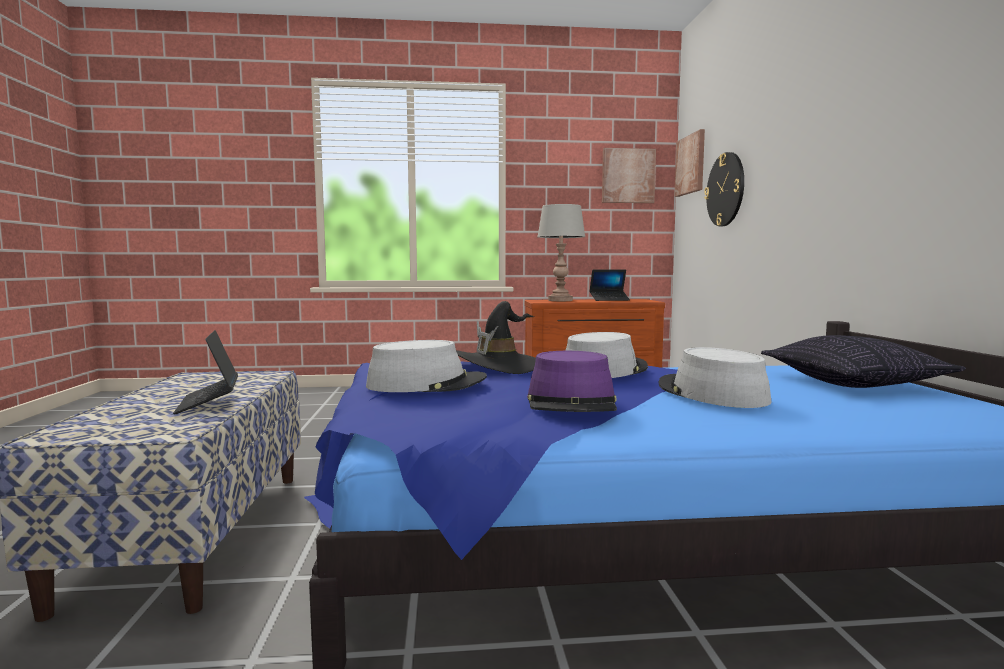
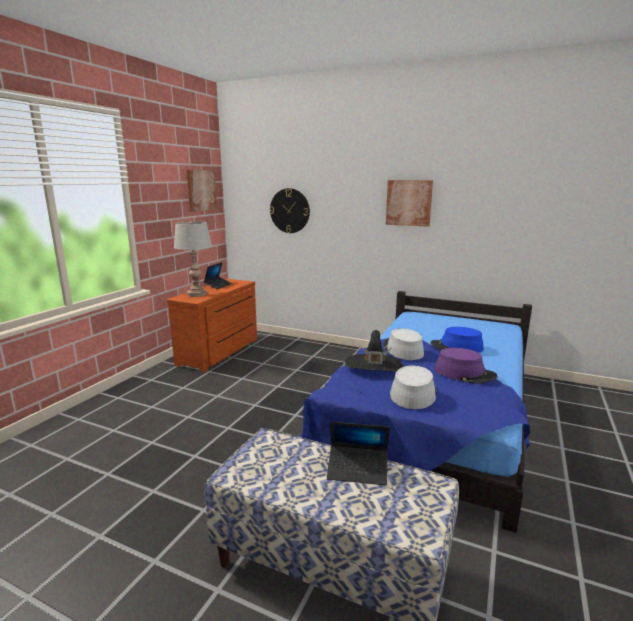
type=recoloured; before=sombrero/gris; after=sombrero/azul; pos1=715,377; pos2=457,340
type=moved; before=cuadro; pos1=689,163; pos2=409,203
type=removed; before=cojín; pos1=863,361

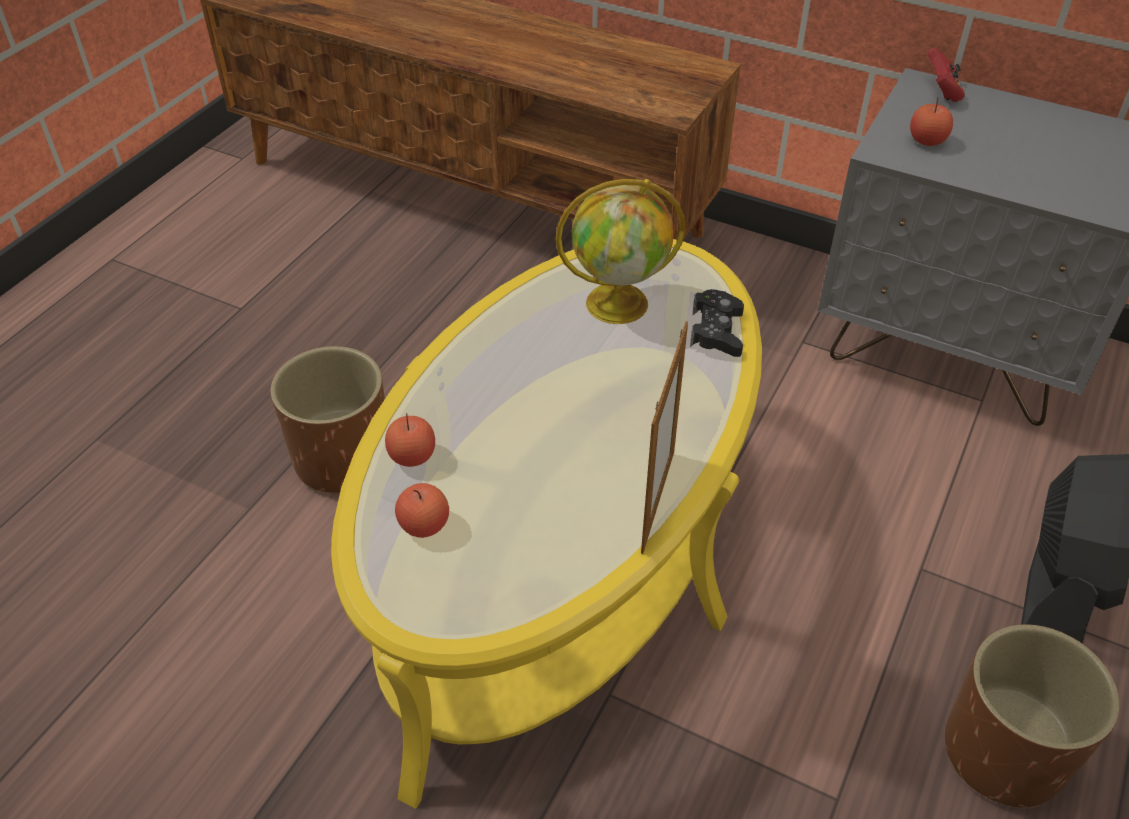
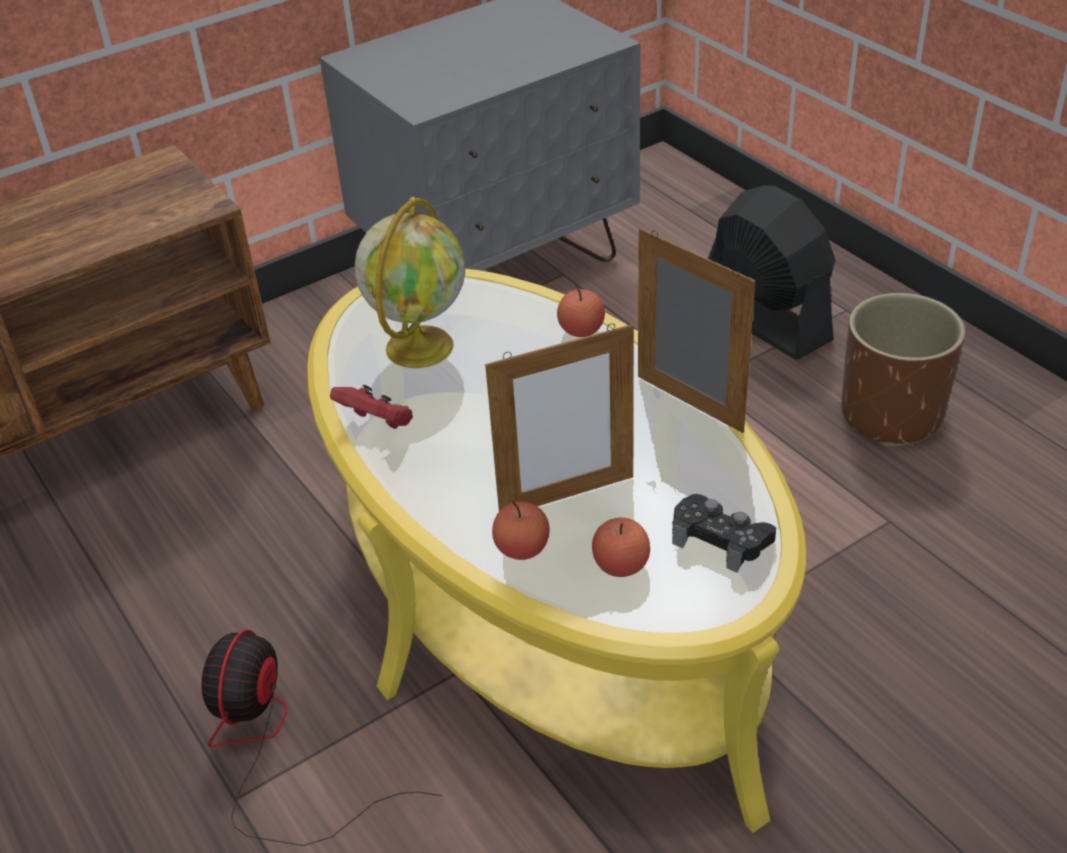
type=replaced; before=maceta/marrón; after=ventilador; pos1=327,419; pos2=322,738
type=moved; before=mando de consola/negro; pos1=717,323; pos2=724,533
type=moved; before=manzana; pos1=931,121; pos2=581,311
type=moved; before=mando de consola/rojo; pos1=946,74; pos2=371,407
type=added; after=portarretratos; pos2=559,417

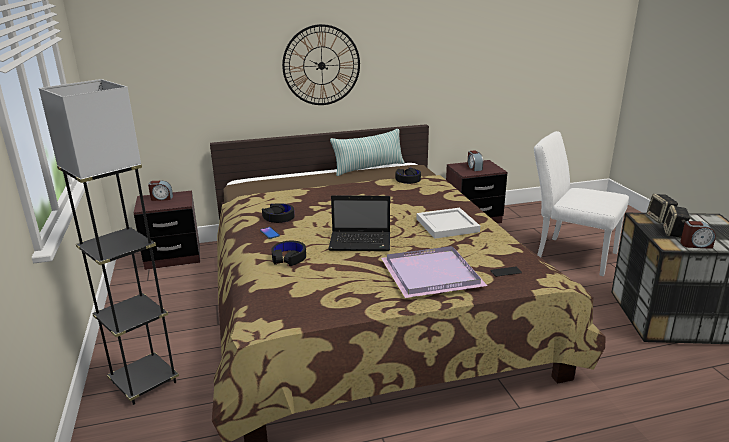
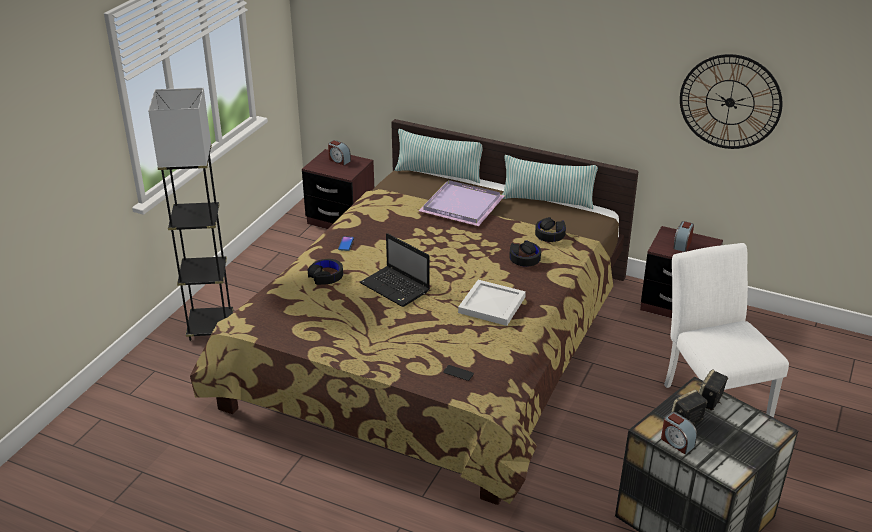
type=moved; before=auriculares/negro; pos1=278,213; pos2=525,253
type=moved; before=reloj de pared; pos1=321,64; pos2=731,101
type=moved; before=bandeja/morado; pos1=434,272; pos2=461,203
type=added; after=cojín; pos2=439,156

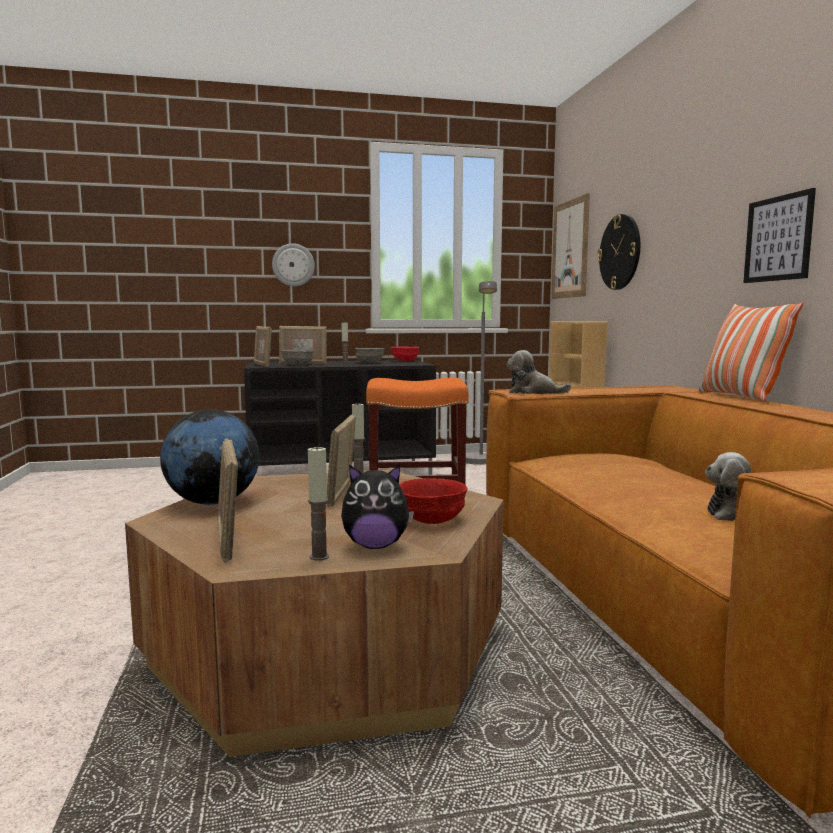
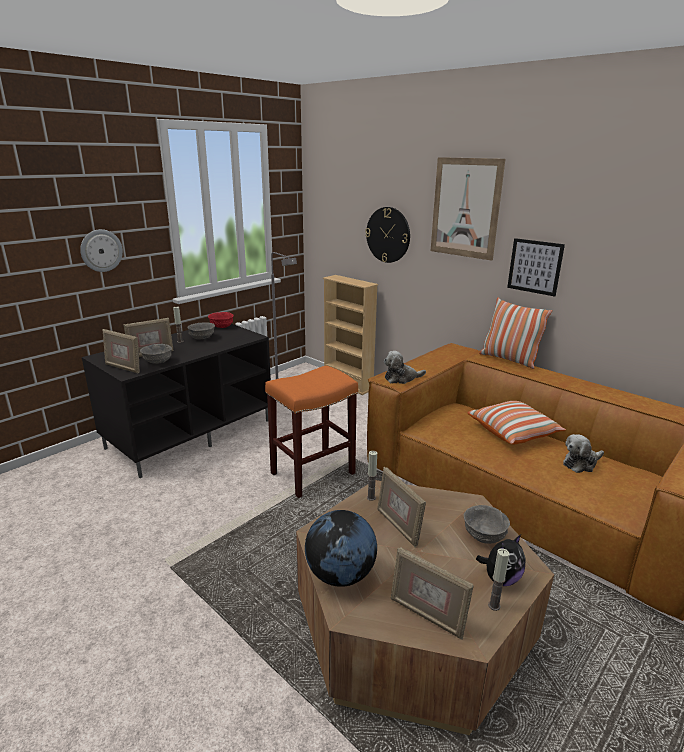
type=recoloured; before=cuenco/rojo; after=cuenco/gris; pos1=433,501; pos2=487,524
type=moved; before=cuadro; pos1=570,246; pos2=468,209
type=added; after=cojín; pos2=516,422

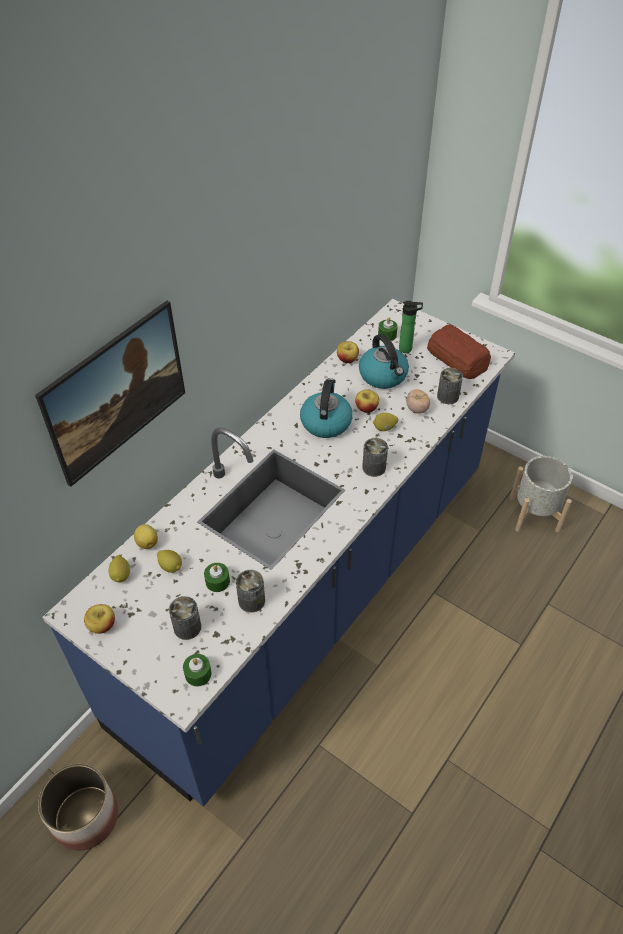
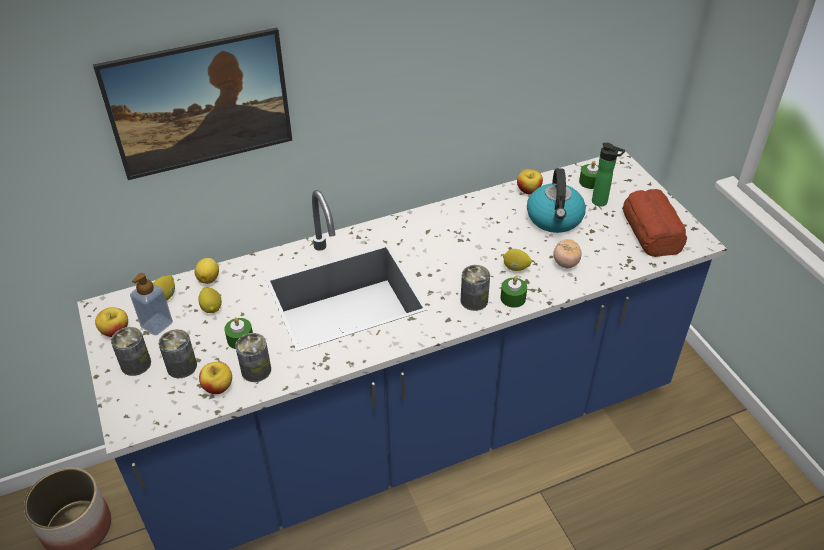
type=moved; before=vela/verde; pos1=197,670; pos2=513,292
type=removed; before=hervidor; pos1=326,408
type=moved; before=manzana; pos1=367,401; pos2=215,378
type=moved; before=lata; pos1=450,386; pos2=131,351
type=removed; before=maceta/gris; pos1=541,494
type=added; after=dispensador de jabón; pos2=151,304

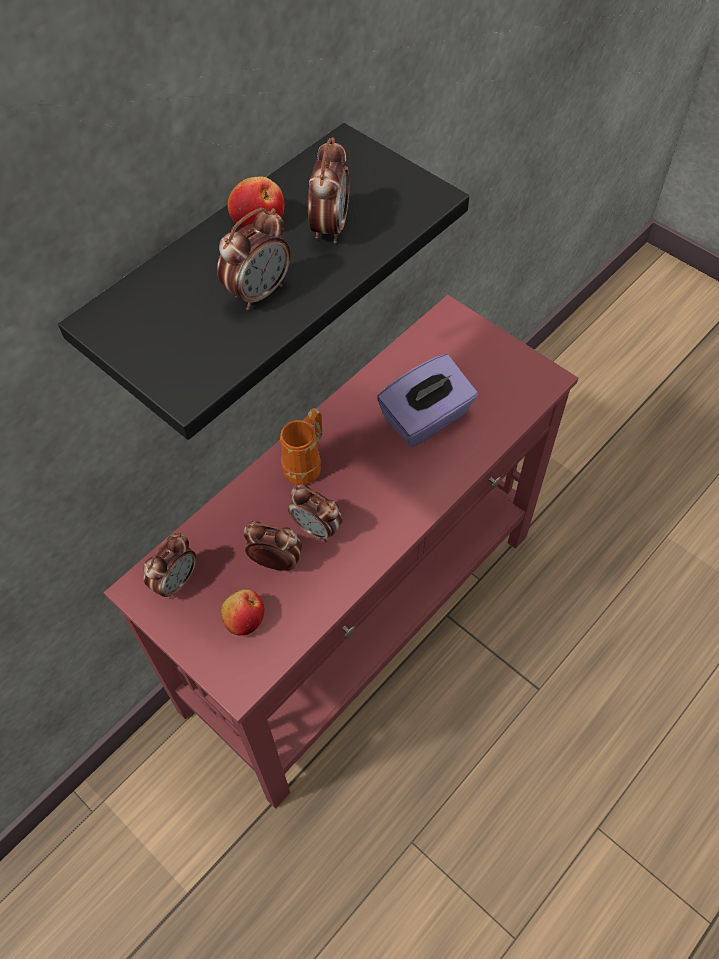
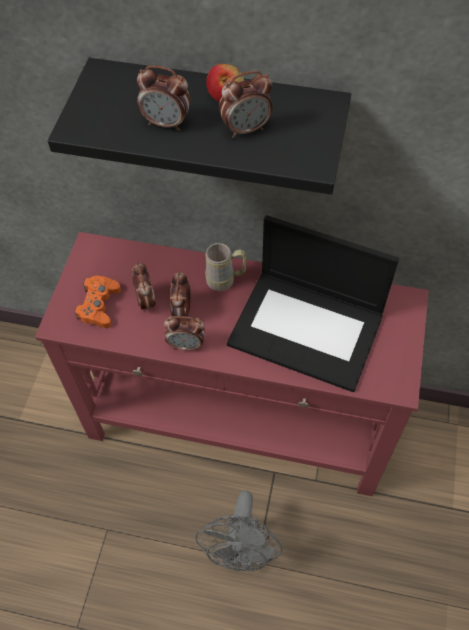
type=moved; before=despertador; pos1=170,566; pos2=184,333
type=replaced; before=manzana; after=mando de consola/naranja; pos1=242,612; pos2=98,302
type=recoloured; before=taza grande/naranja; after=taza grande/beis; pos1=301,446; pos2=226,267
type=replaced; before=caja de pañuelos/morado; after=portátil; pos1=427,400; pos2=313,303
type=added; after=ventilador/gris; pos2=238,531

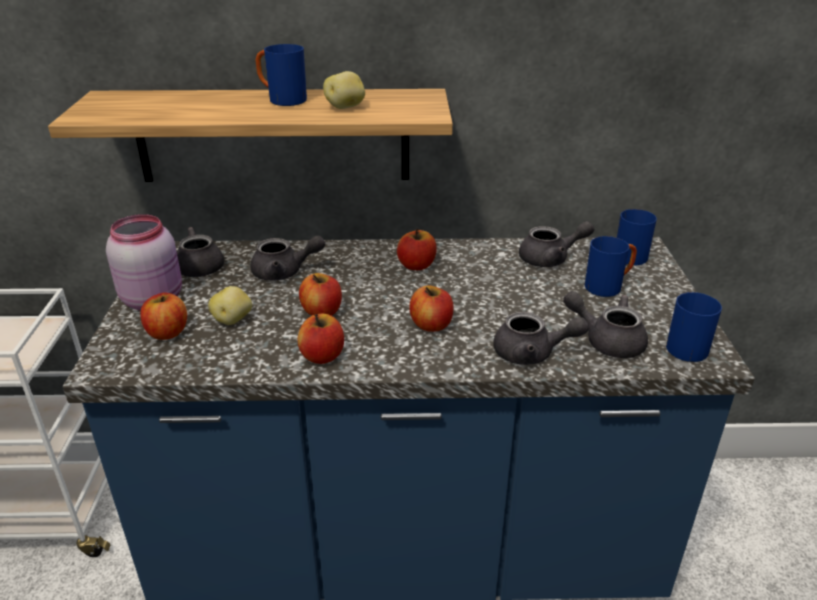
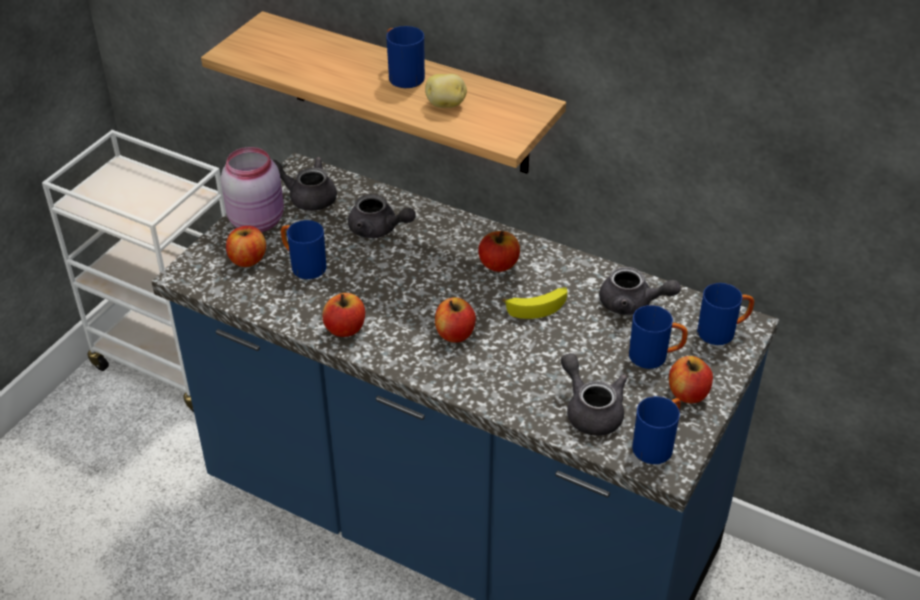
type=replaced; before=patata; after=taza grande/azul; pos1=230,305; pos2=304,249
type=moved; before=manzana; pos1=320,294; pos2=691,379
type=removed; before=tetera/gris; pos1=541,338
type=added; after=plátano; pos2=534,303

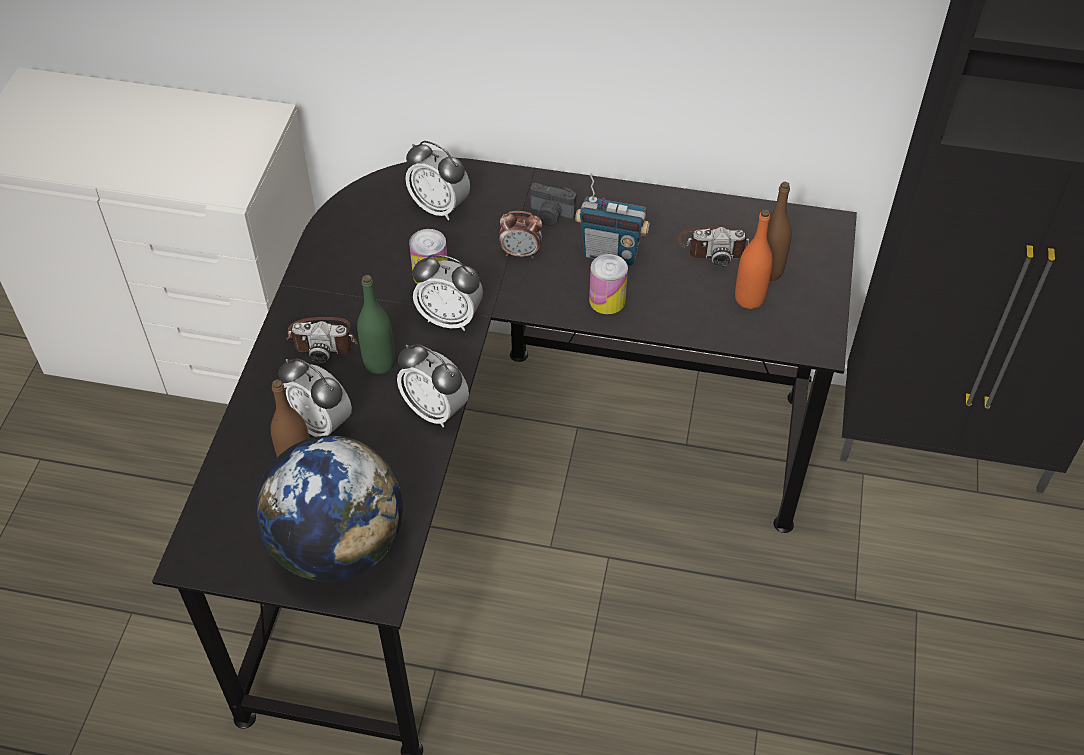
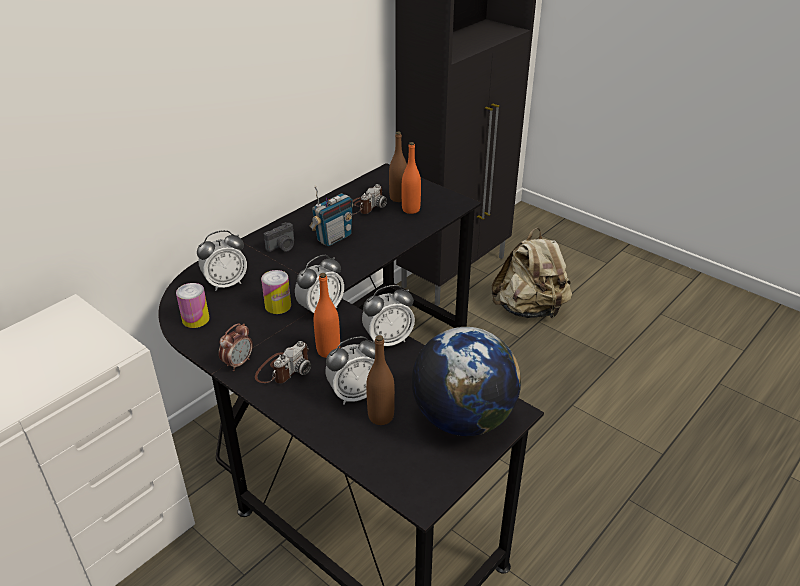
type=recoloured; before=botella/verde; after=botella/naranja; pos1=376,324; pos2=327,315
type=moved; before=despertador; pos1=520,234; pos2=236,347
type=moved; before=lata; pos1=608,284; pos2=193,305
type=added; after=mochila/beis; pos2=532,273

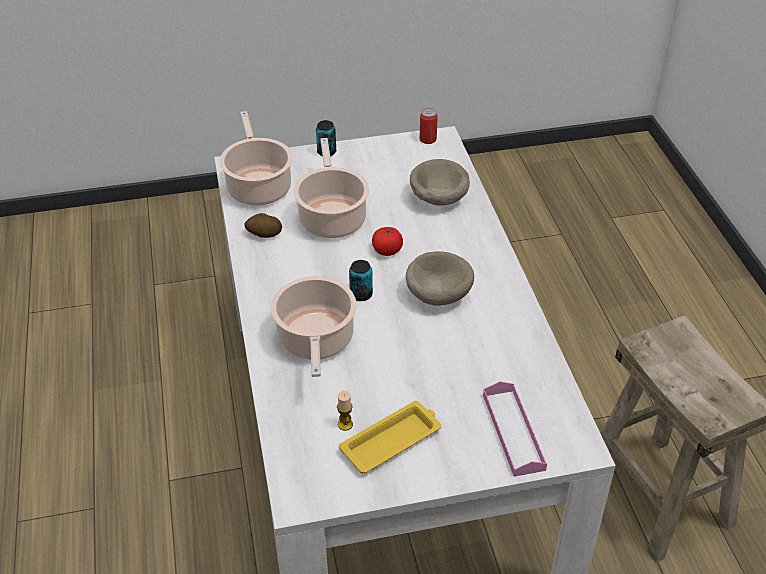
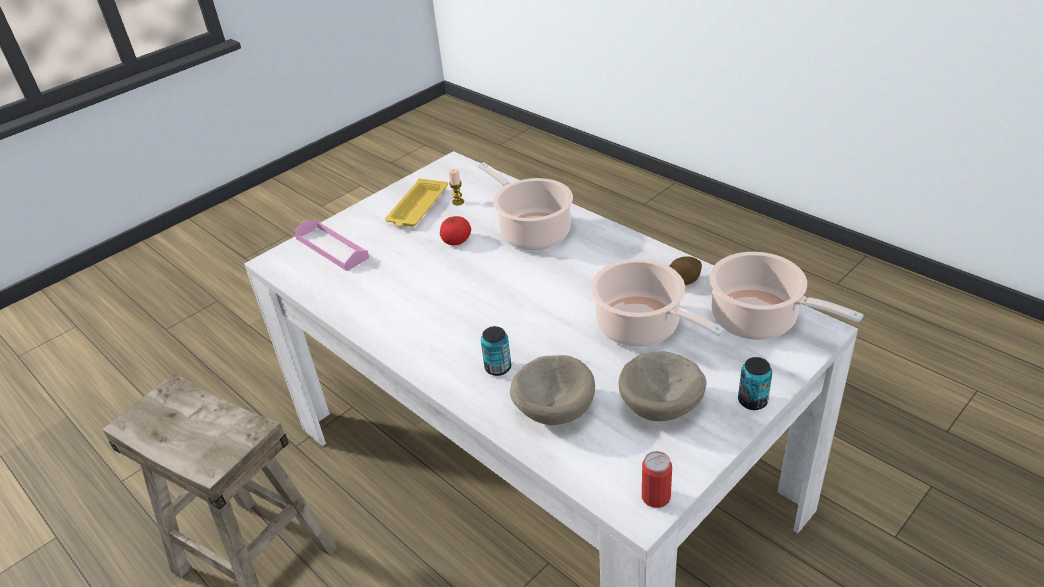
type=moved; before=lata; pos1=361,280; pos2=496,351
type=moved; before=tomate; pos1=387,241; pos2=455,231
type=moved; before=cuenco/beis; pos1=440,278; pos2=663,386

